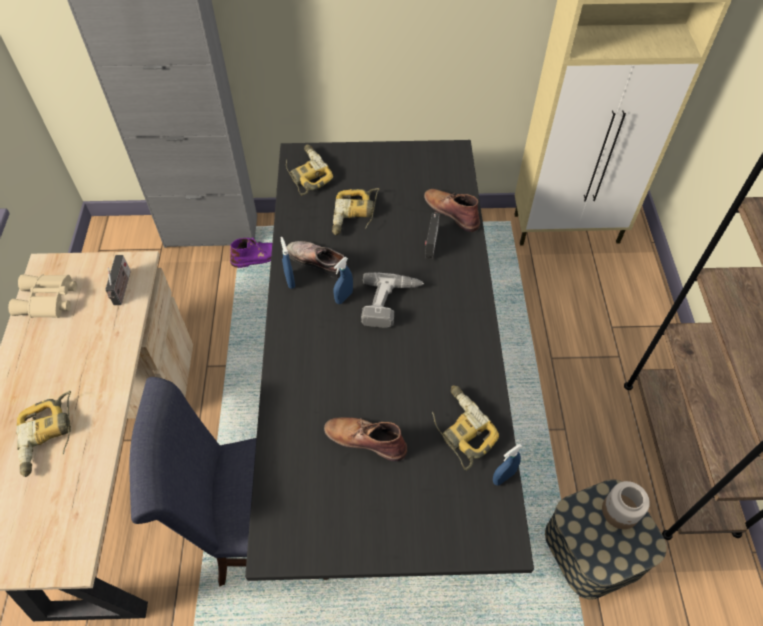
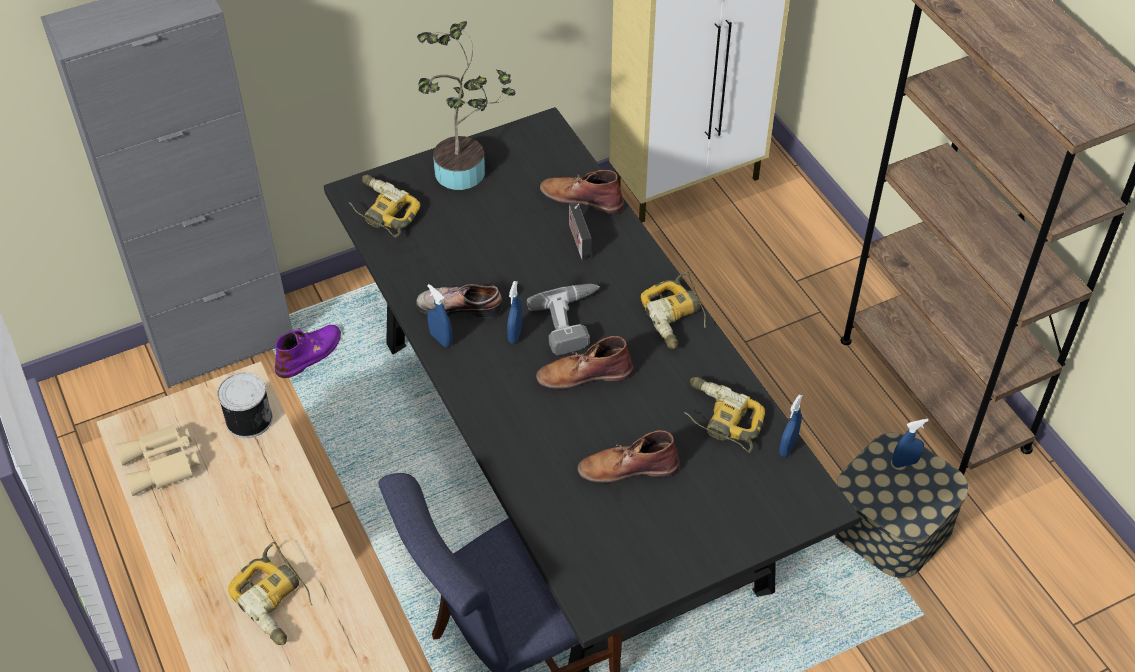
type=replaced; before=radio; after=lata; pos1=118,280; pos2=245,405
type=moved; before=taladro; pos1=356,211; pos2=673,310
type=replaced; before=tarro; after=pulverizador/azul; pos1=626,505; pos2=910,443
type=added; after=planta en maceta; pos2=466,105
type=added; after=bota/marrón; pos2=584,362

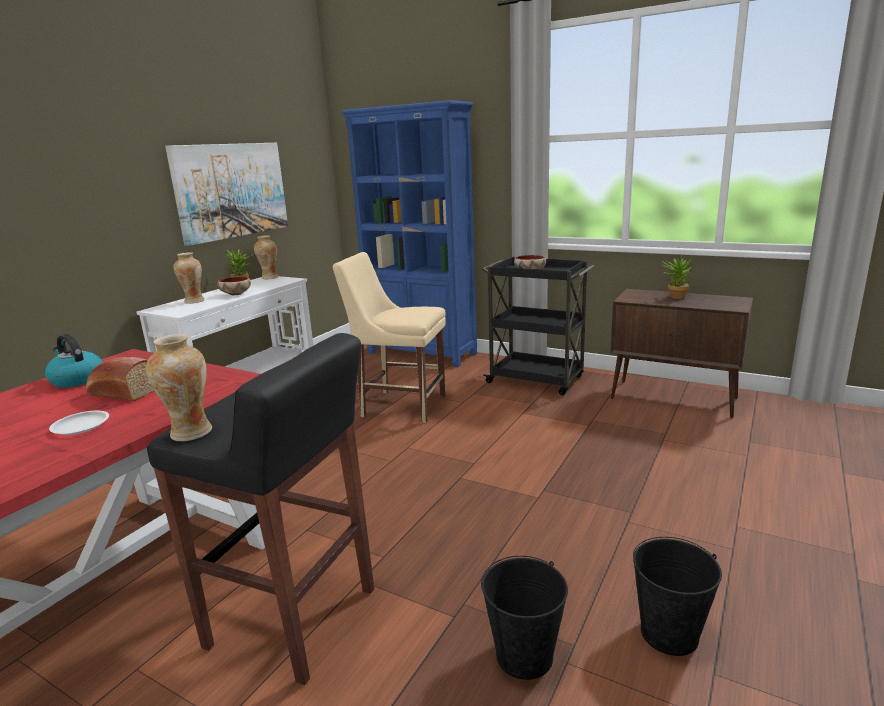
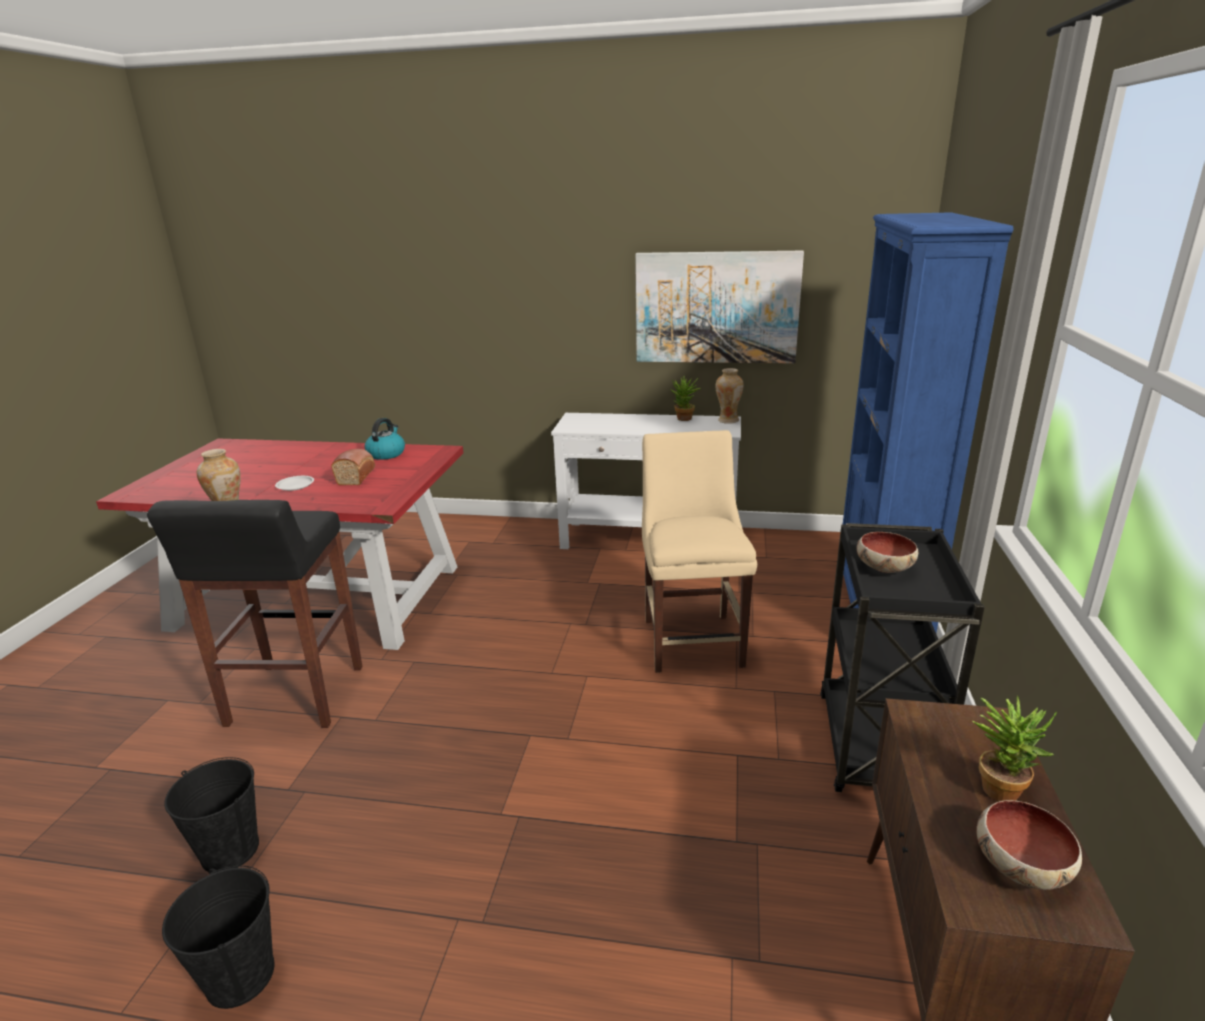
type=removed; before=florero; pos1=189,278
type=moved; before=cuenco; pos1=234,285; pos2=1029,845

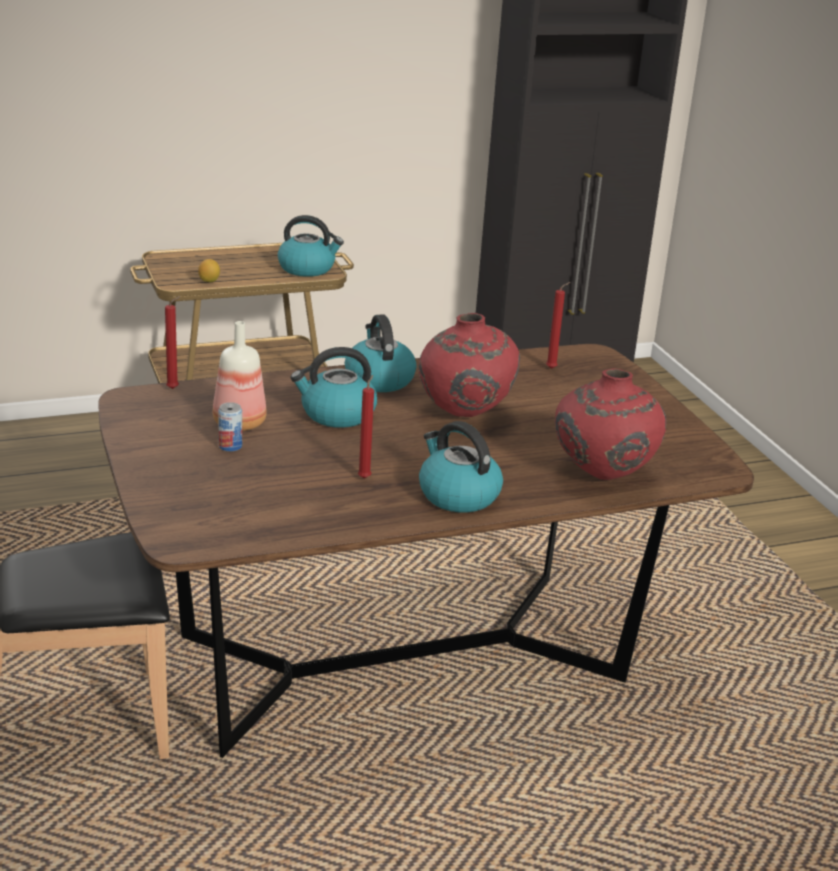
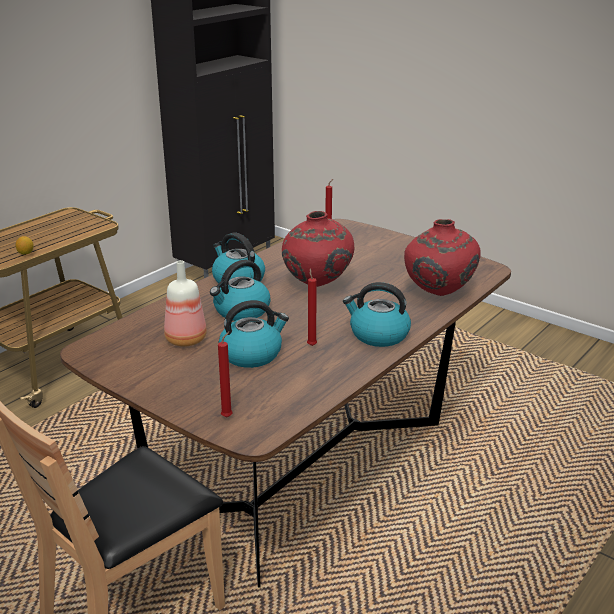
type=moved; before=vela/rojo; pos1=173,342; pos2=225,374
type=removed; before=lata; pos1=230,427
type=moved; before=hervidor; pos1=310,246; pos2=254,334

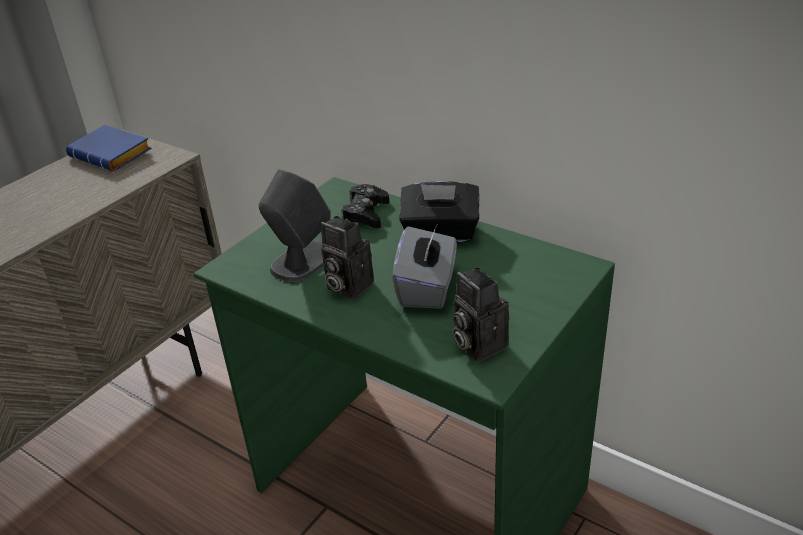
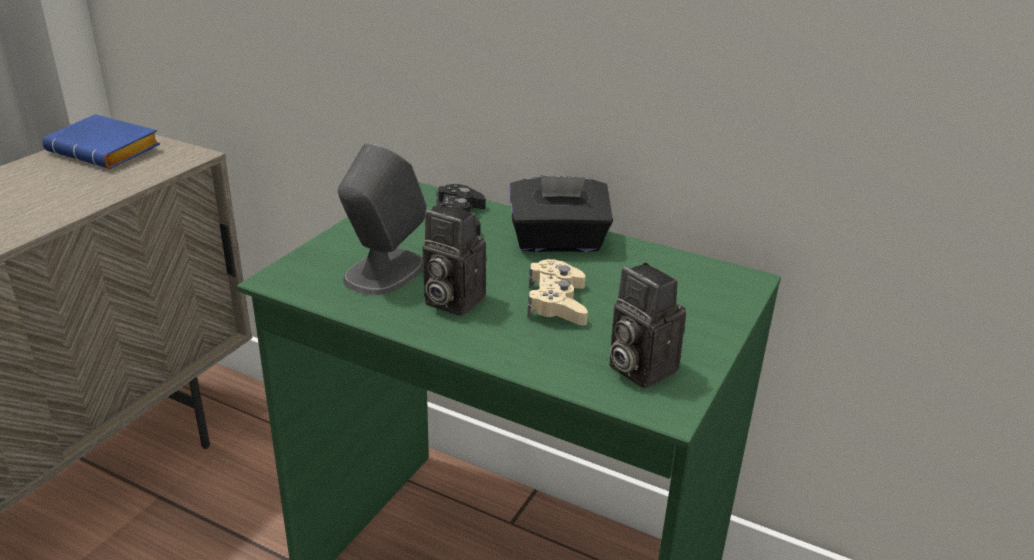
type=replaced; before=caja de pañuelos/gris; after=mando de consola/beis; pos1=424,267; pos2=557,292

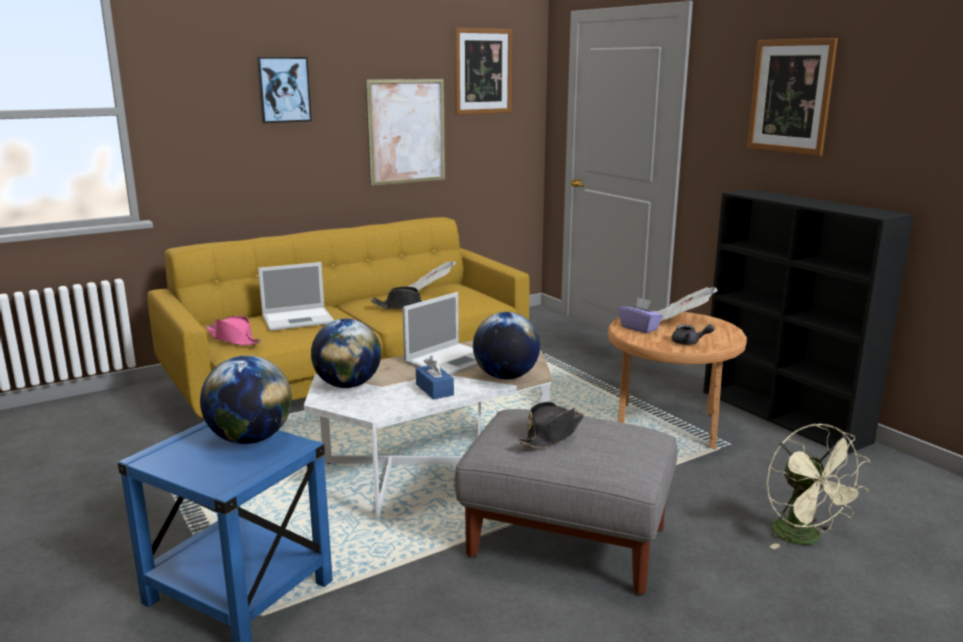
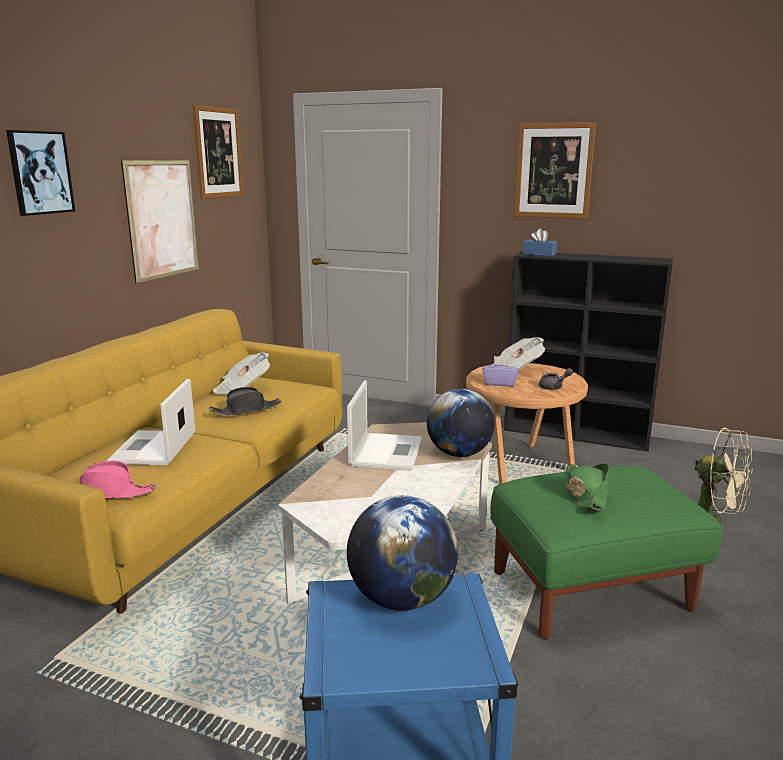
type=turned; before=portátil; pos1=296,296; pos2=151,422; turn=150
type=removed; before=globo terráqueo; pos1=346,353
type=moved; before=caja de pañuelos/azul; pos1=435,378; pos2=540,242
type=recoloured; before=puf/gris; after=puf/verde; pos1=566,502; pos2=606,552
type=recoloured; before=sombrero/negro; after=sombrero/verde; pos1=550,425; pos2=588,487

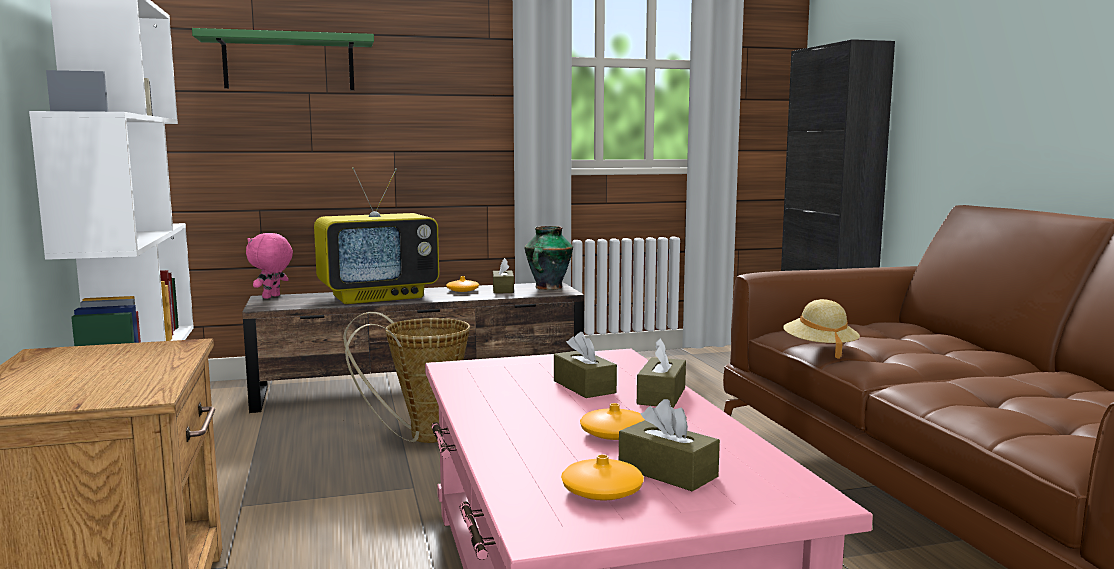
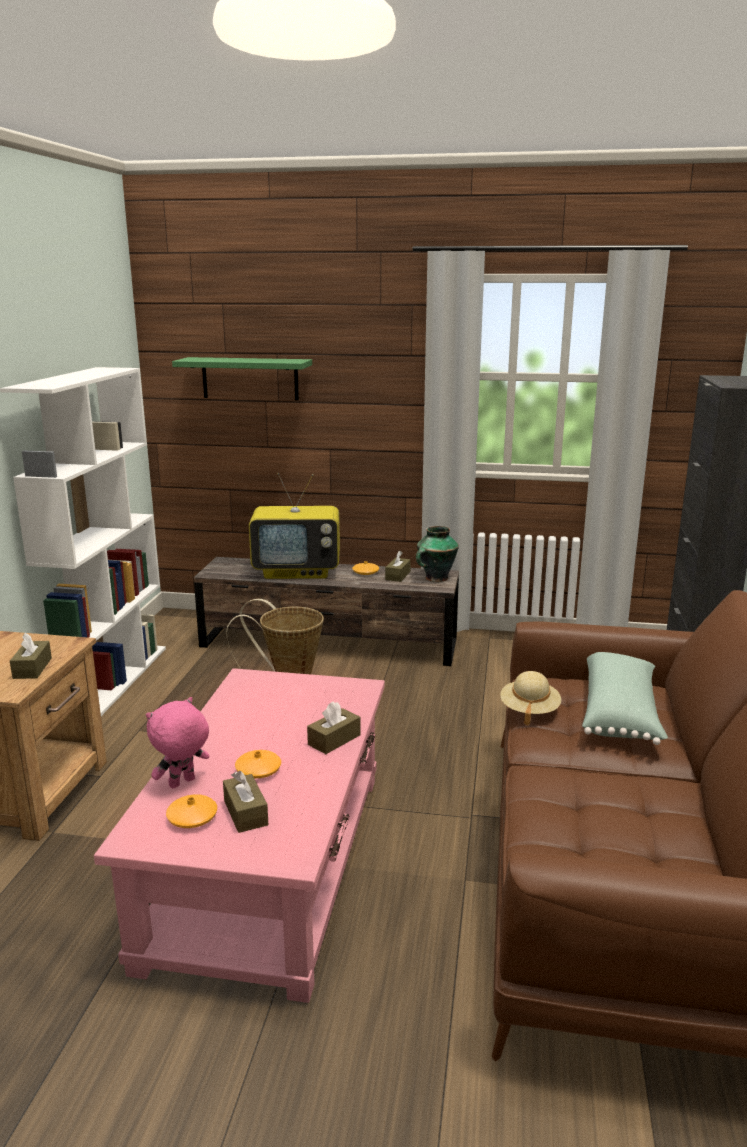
type=moved; before=peluche/rosa; pos1=269,266; pos2=177,742
type=moved; before=caja de pañuelos/marrón; pos1=585,365; pos2=31,655
type=added; after=cojín/verde; pos2=625,698

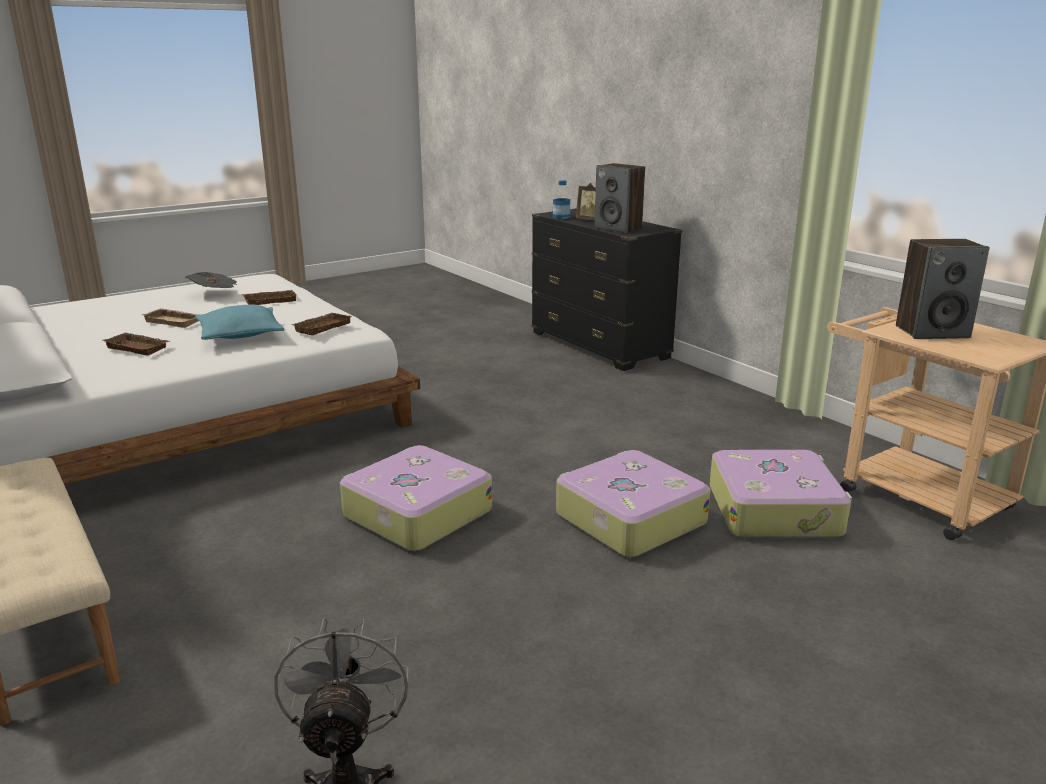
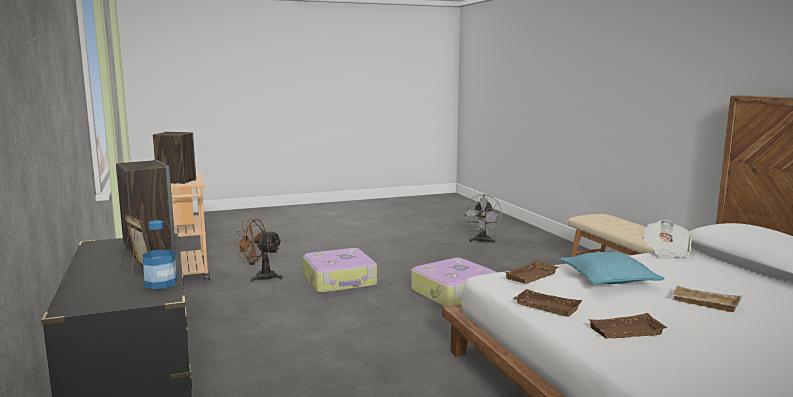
type=moved; before=bandeja/marrón; pos1=136,343; pos2=547,303
type=moved; before=periódico; pos1=211,280; pos2=667,239
type=replaced; before=maleta; after=ventilador/marrón; pos1=781,494; pos2=259,250

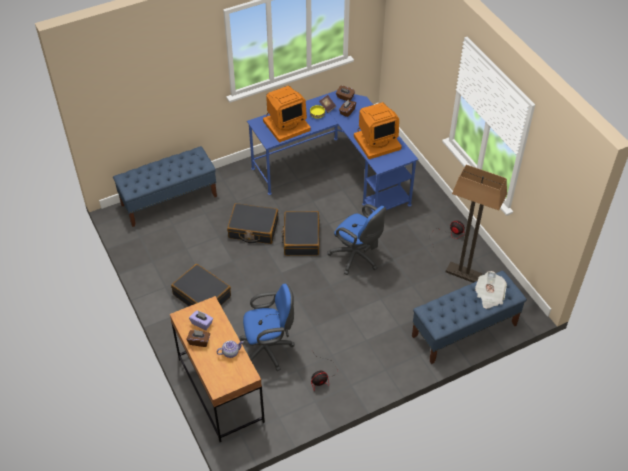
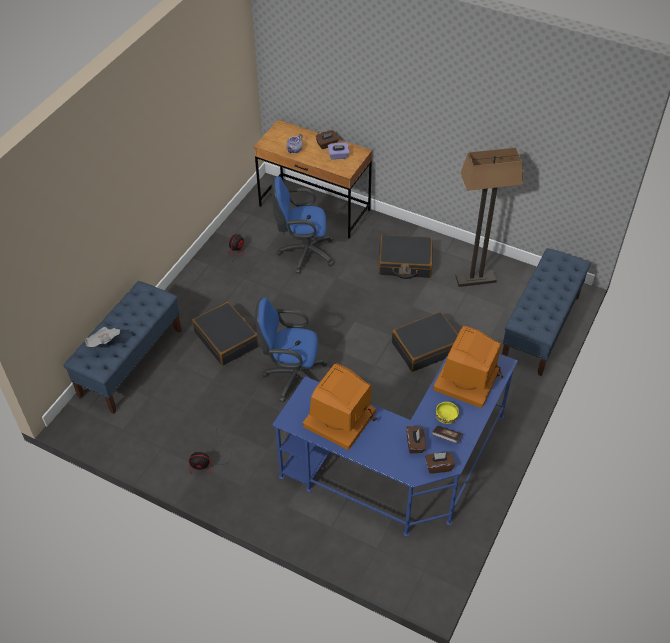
type=turned; before=silla de oficina/azul; pos1=267,327; pos2=302,225; turn=45
type=moved; before=maleta/negro; pos1=301,233; pos2=225,334
type=moved; before=lámpara de pie; pos1=476,224; pos2=489,217

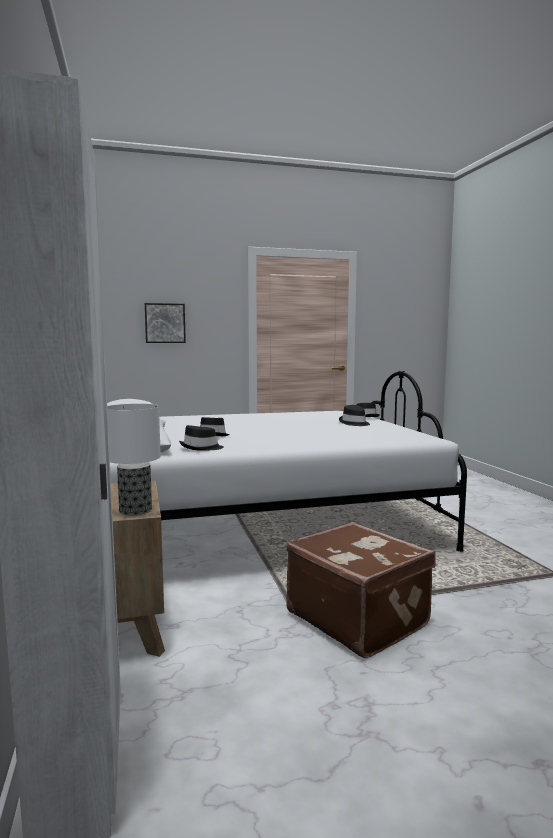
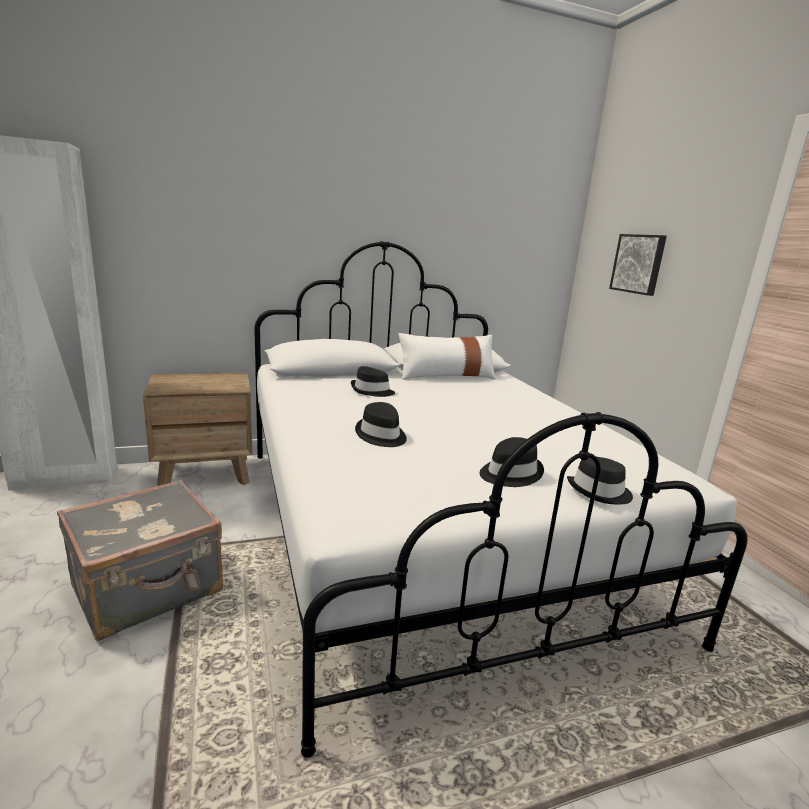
type=removed; before=lámpara de mesa; pos1=134,460
type=moved; before=sombrero/negro; pos1=201,438; pos2=381,424
type=recoloured; before=maleta/marrón; after=maleta/gris; pos1=361,590; pos2=140,560
type=added; after=cojín/blanco; pos2=447,356

